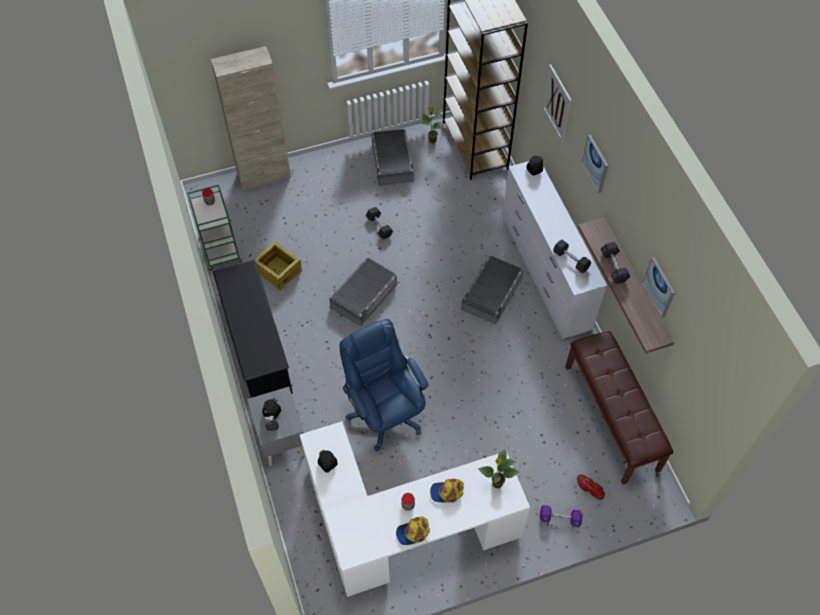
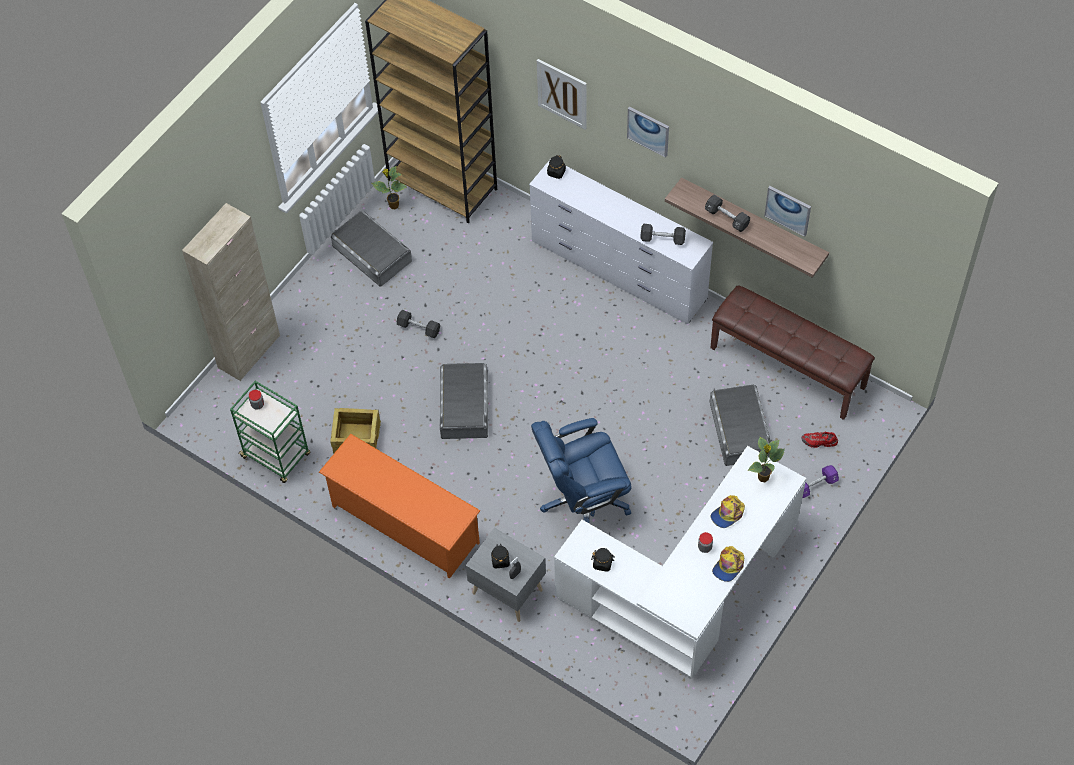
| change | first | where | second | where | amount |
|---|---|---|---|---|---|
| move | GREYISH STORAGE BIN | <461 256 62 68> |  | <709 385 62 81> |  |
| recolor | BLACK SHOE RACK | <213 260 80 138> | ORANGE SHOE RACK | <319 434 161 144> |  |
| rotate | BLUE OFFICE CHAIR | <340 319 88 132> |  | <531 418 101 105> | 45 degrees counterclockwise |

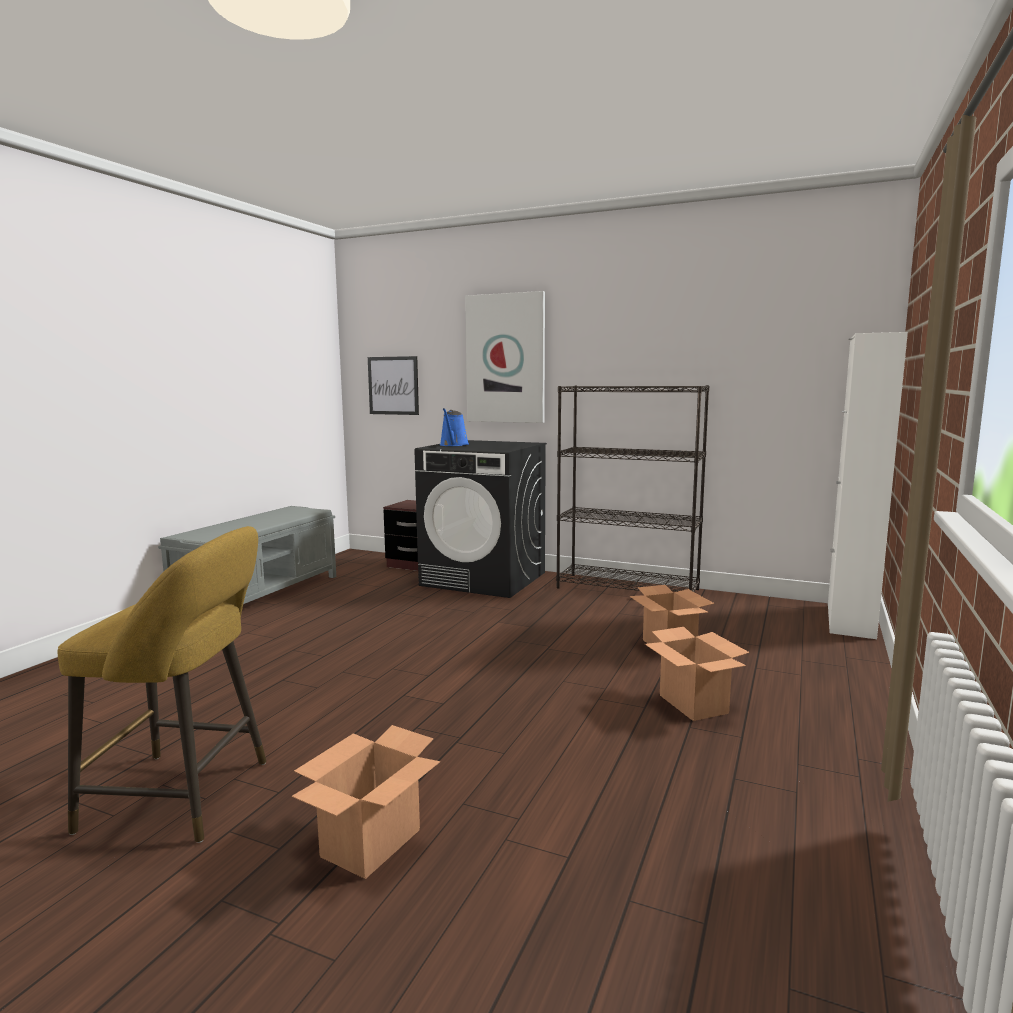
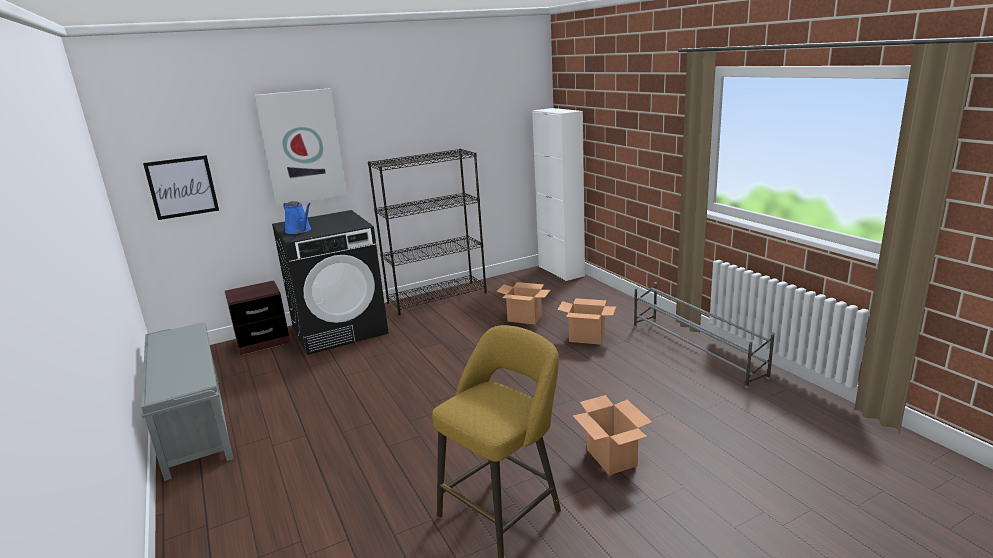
| change | first | where | second | where | amount |
|---|---|---|---|---|---|
| insert |  |  | GREYISH SHOE RACK | <634 282 141 106> |  |

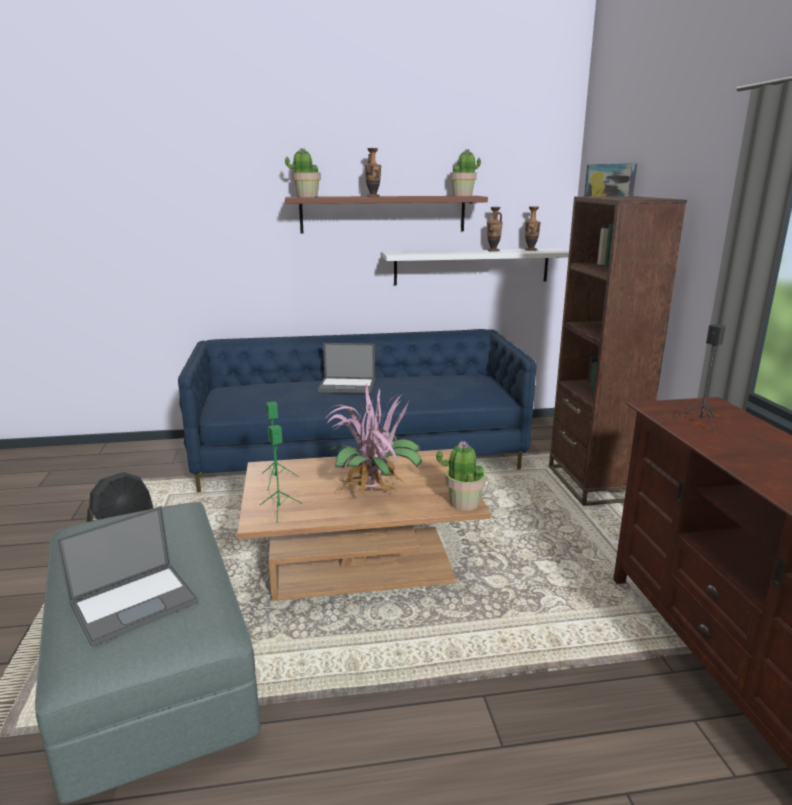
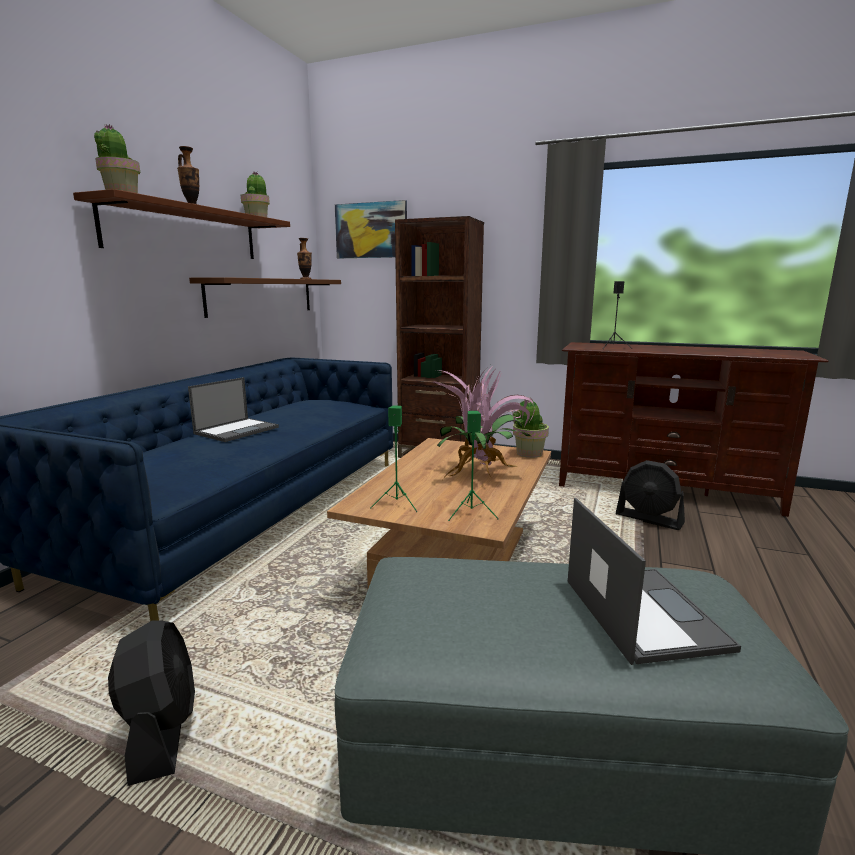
| change | first | where | second | where | amount |
|---|---|---|---|---|---|
| delete | VASE | <487 207 16 45> |  |  |  |
| recolor | WHITE-COLOURED SHELF | <381 248 188 37> | BROWN-COLOURED SHELF | <189 277 152 41> |  |
| insert |  |  | BLACK ELECTRIC FAN | <616 460 69 70> |  |

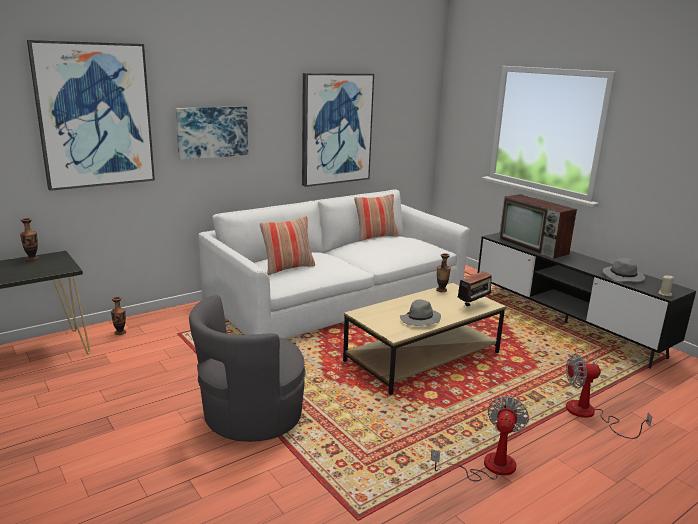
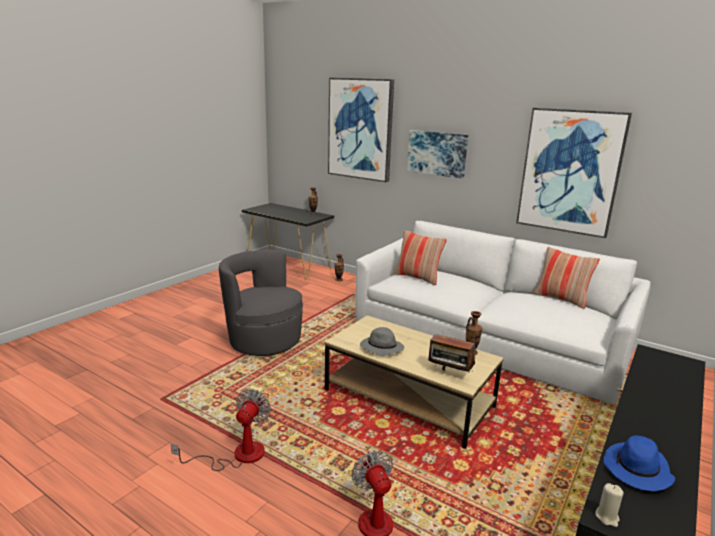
| change | first | where | second | where | amount |
|---|---|---|---|---|---|
| delete | TV SET | <499 194 78 65> |  |  |  |
| recolor | GREYISH CLOTHING HAT | <603 258 42 24> | BLUE CLOTHING HAT | <604 435 71 56> |  |
| rotate | ELECTRIC FAN | <431 396 98 85> |  | <171 389 100 82> | 75 degrees counterclockwise |

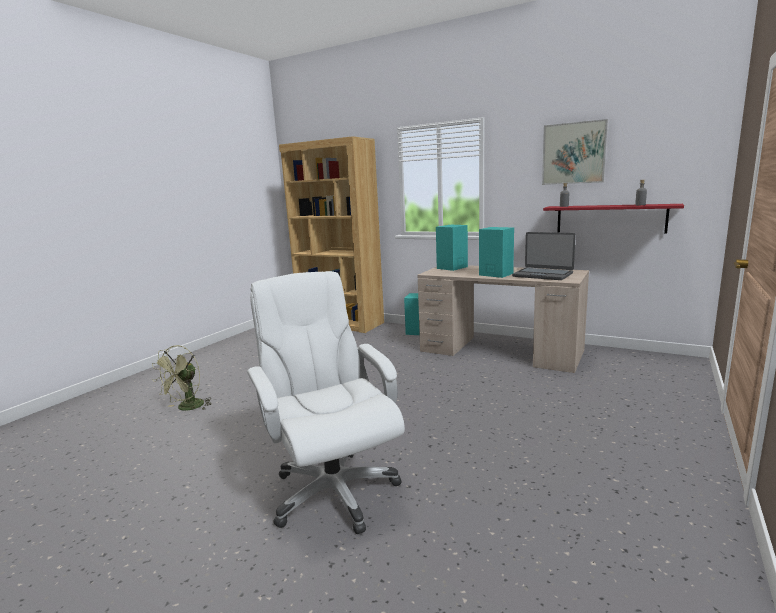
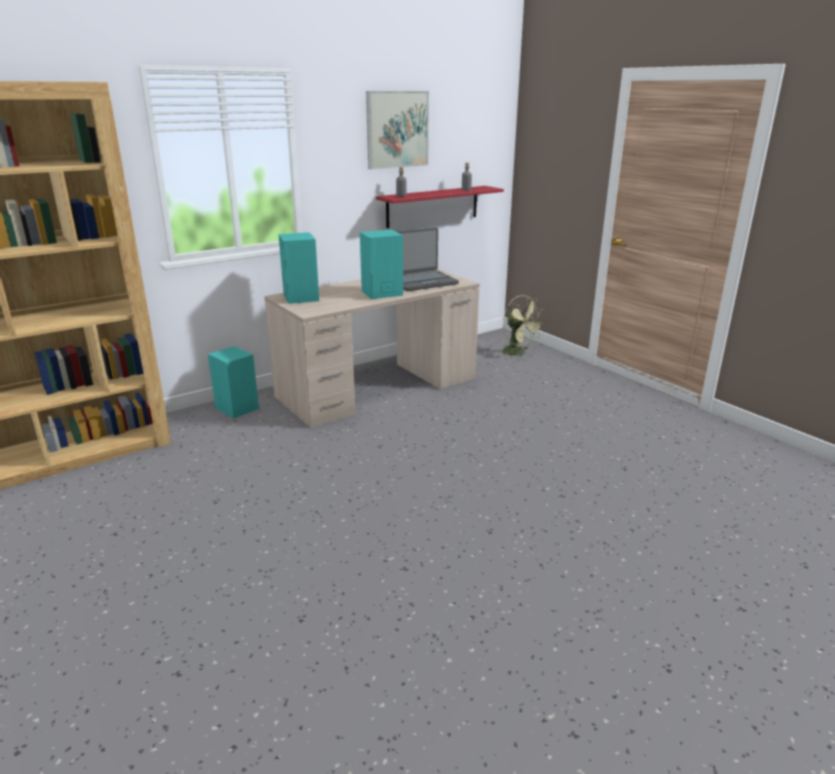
| change | first | where | second | where | amount |
|---|---|---|---|---|---|
| delete | WHITE-COLOURED OFFICE CHAIR | <247 271 158 263> |  |  |  |
| move | GREENISH ELECTRIC FAN | <152 345 60 66> |  | <503 295 41 63> |  |

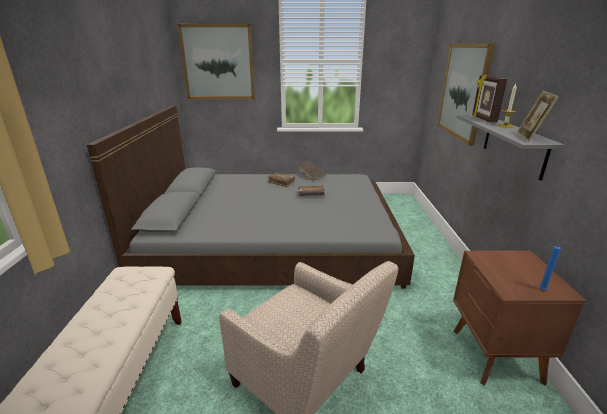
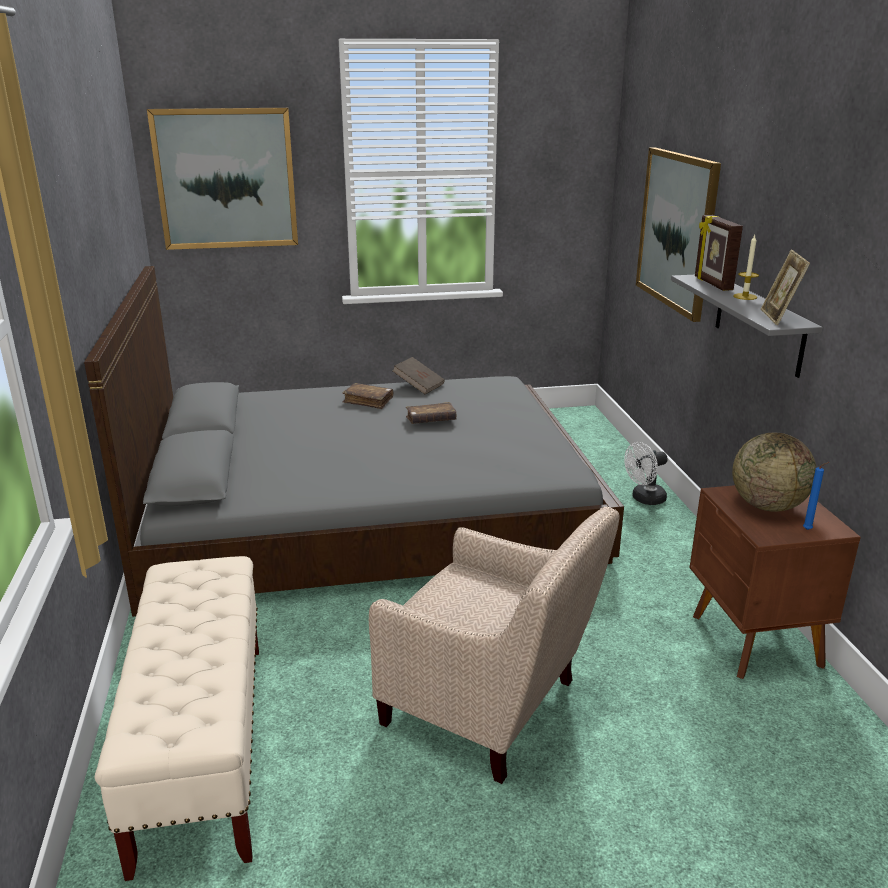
| change | first | where | second | where | amount |
|---|---|---|---|---|---|
| insert |  |  | DESK GLOBE | <732 433 85 79> |  |
| insert |  |  | WHITE-COLOURED ELECTRIC FAN | <624 442 44 63> |  |

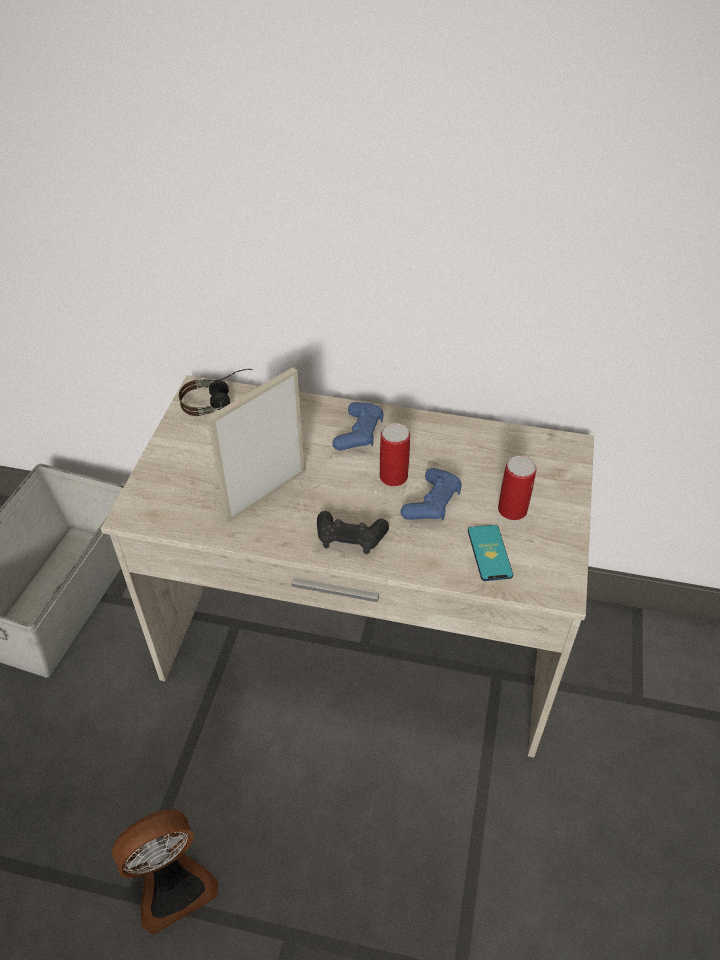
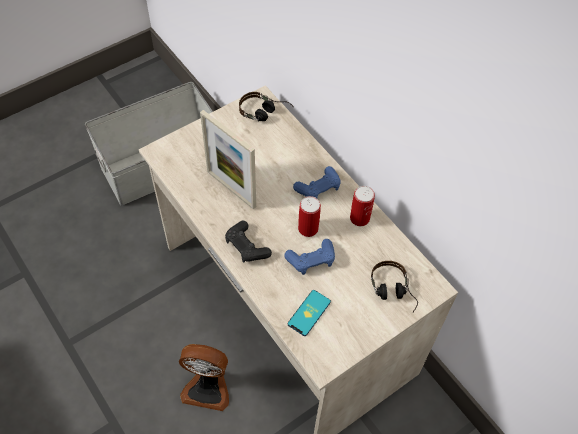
| change | first | where | second | where | amount |
|---|---|---|---|---|---|
| rotate | PICTURE FRAME | <207 367 97 155> |  | <200 110 56 99> | 135 degrees counterclockwise |
| move | CAN | <498 456 39 64> |  | <350 186 25 40> |  |
| move | ELECTRIC FAN | <112 810 107 125> |  | <179 344 50 67> |  |
| insert |  |  | HEADPHONES | <371 261 47 52> |  |

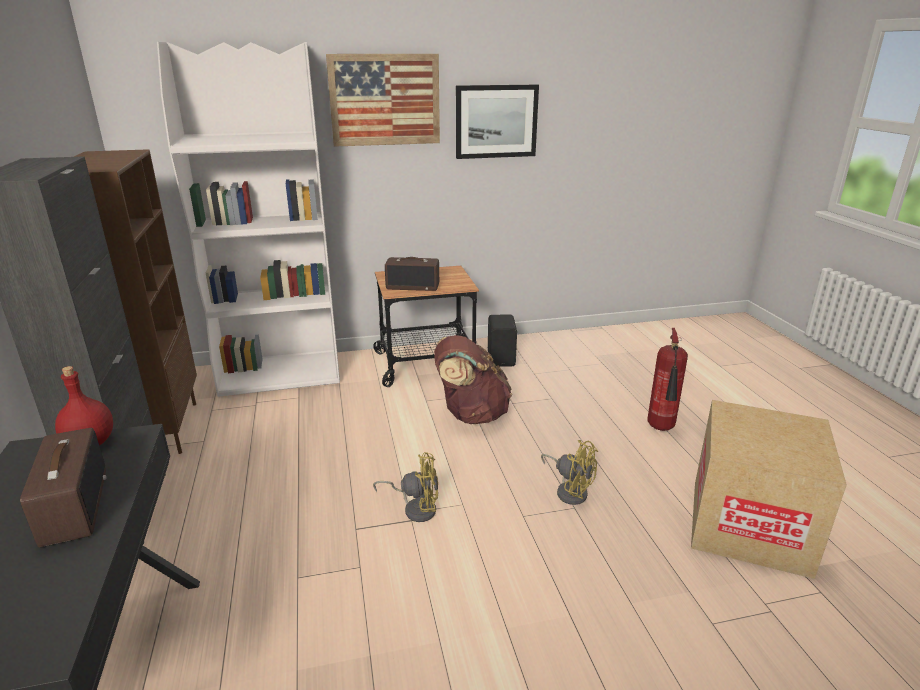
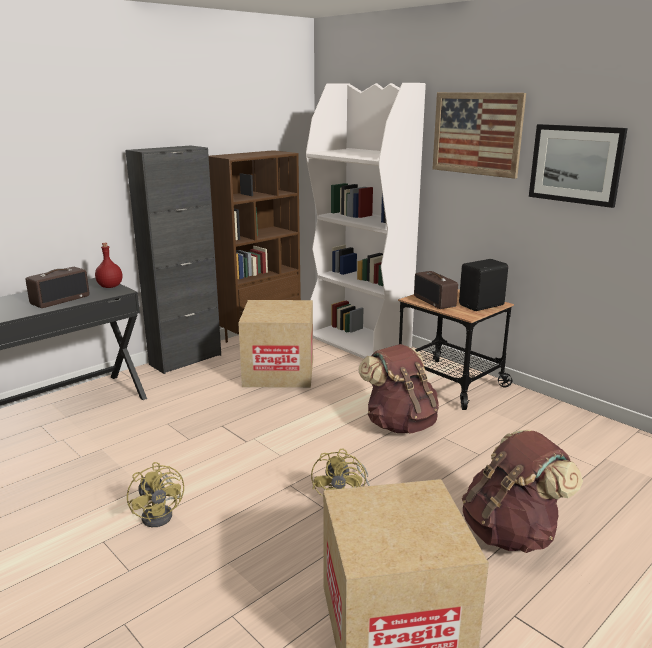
| change | first | where | second | where | amount |
|---|---|---|---|---|---|
| move | BLACK SPEAKER | <488 315 29 52> |  | <459 259 49 52> |  |
| replace | FIRE-FIGHTING CYLINDER | <647 328 41 103> | BROWN-COLOURED BACKPACK | <462 430 121 123> |  |
| move | YELLOWISH ELECTRIC FAN | <373 452 65 70> |  | <127 462 57 65> |  |
| insert |  |  | CARDBOARD BOX | <238 300 75 88> |  |

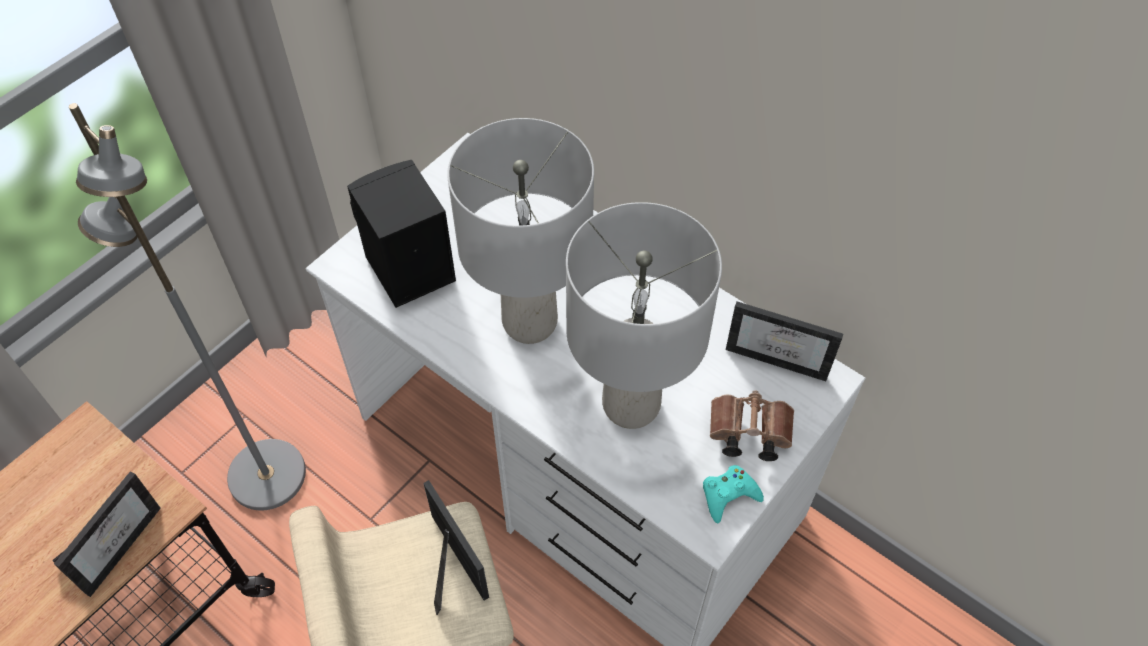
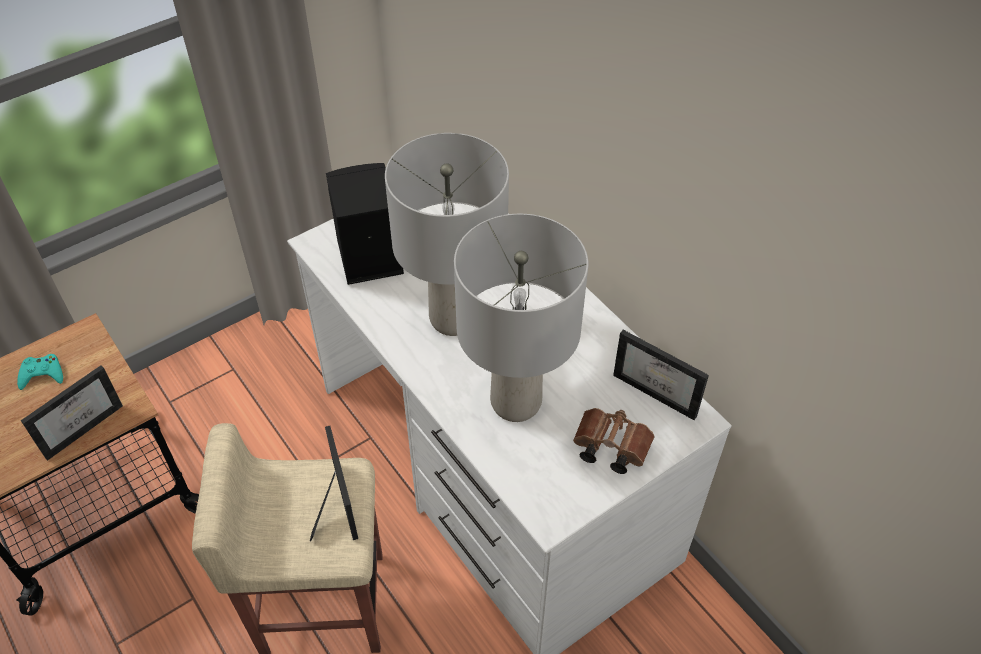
| change | first | where | second | where | amount |
|---|---|---|---|---|---|
| delete | GREYISH STANDING LAMP | <69 103 237 407> |  |  |  |
| move | TURQUOISE-COLOURED GAMEPAD | <703 465 61 58> |  | <17 354 46 36> |  |

